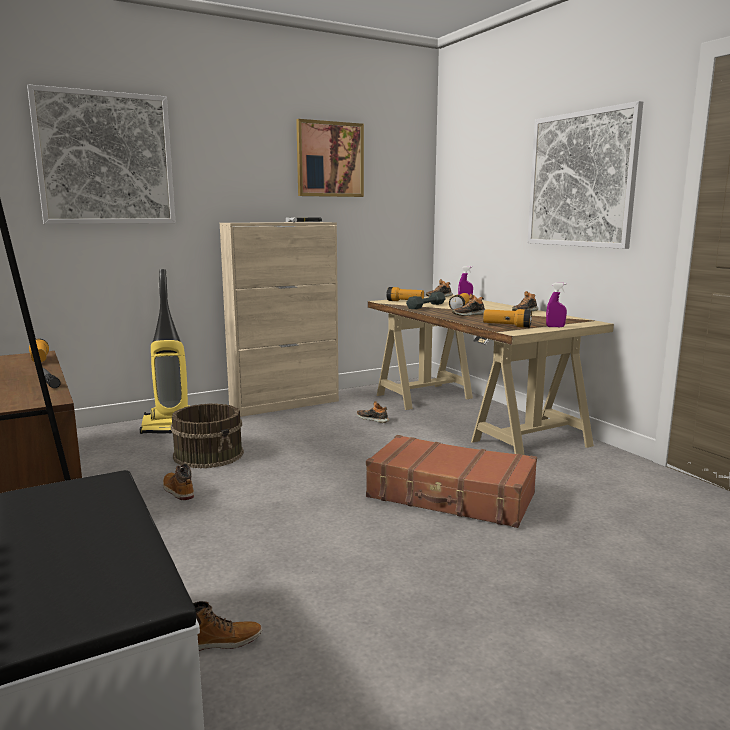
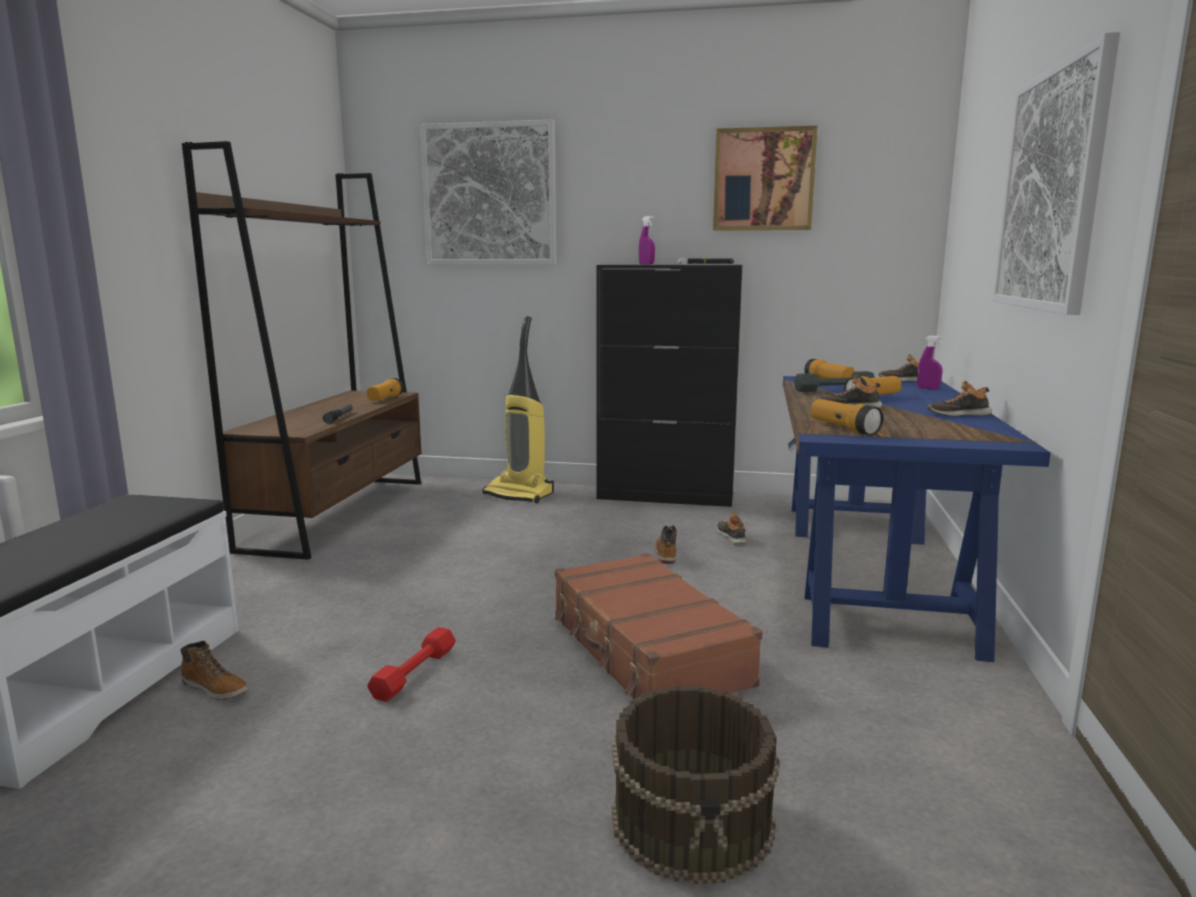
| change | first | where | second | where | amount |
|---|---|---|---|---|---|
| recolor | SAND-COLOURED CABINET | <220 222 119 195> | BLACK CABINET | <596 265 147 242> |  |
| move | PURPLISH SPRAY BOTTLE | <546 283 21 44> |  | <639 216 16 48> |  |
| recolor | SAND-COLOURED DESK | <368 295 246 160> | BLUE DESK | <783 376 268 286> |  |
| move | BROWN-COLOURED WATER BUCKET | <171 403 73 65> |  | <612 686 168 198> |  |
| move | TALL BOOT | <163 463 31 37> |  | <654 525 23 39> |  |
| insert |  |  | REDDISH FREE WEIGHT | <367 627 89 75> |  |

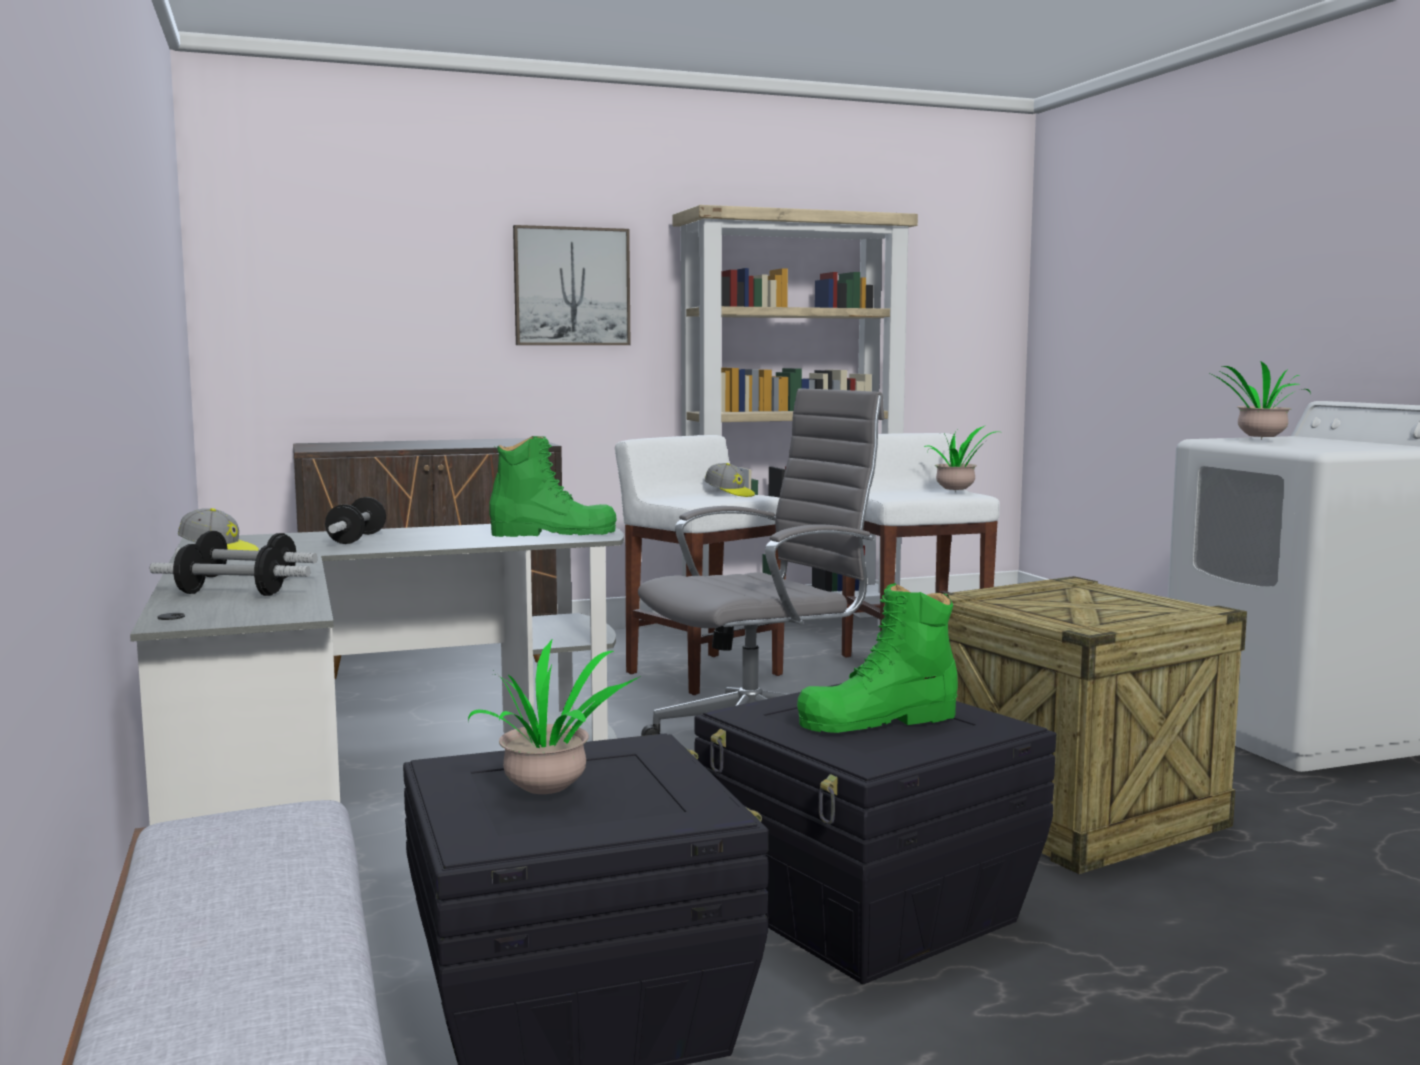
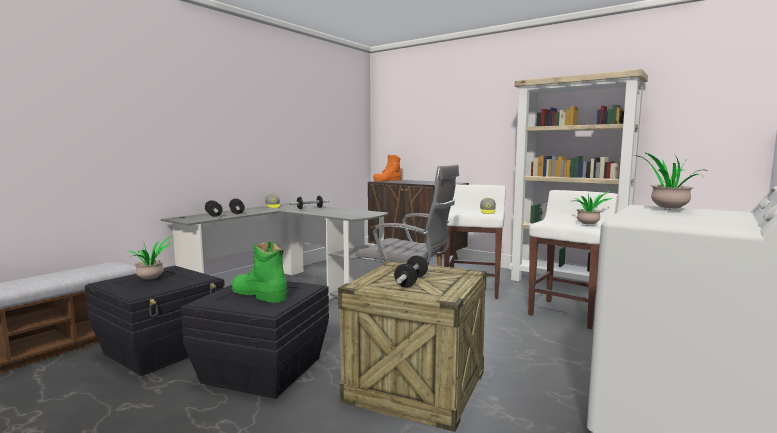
| change | first | where | second | where | amount |
|---|---|---|---|---|---|
| delete | WALL PICTURE | <513 225 117 120> |  |  |  |
| delete | GREENISH TALL BOOT | <489 436 128 101> |  |  |  |
| insert |  |  | ORANGE TALL BOOT | <373 155 28 26> |  |
| insert |  |  | FREE WEIGHT | <394 255 34 33> |  |

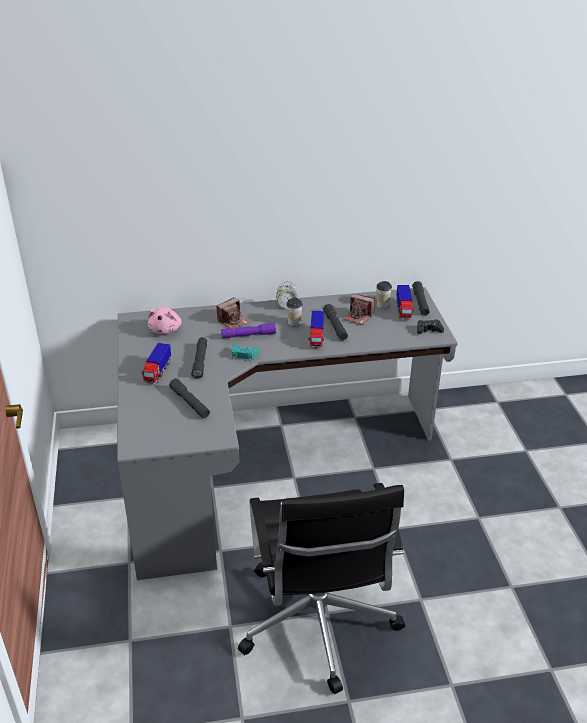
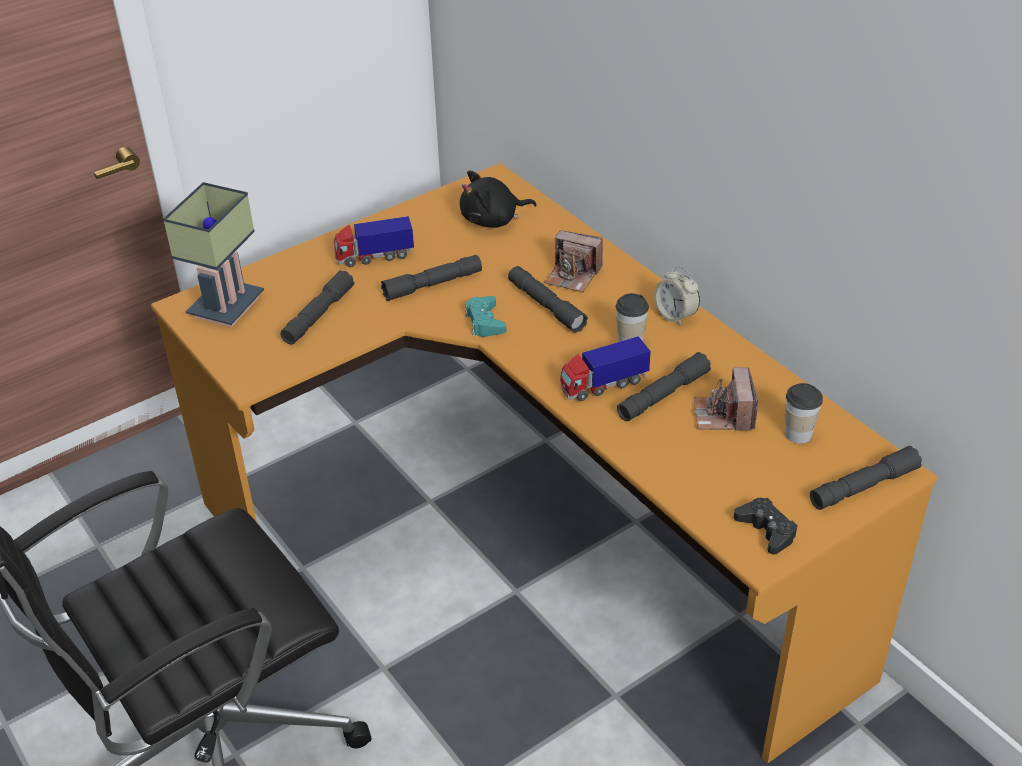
| change | first | where | second | where | amount |
|---|---|---|---|---|---|
| delete | MODEL TRUCK | <396 285 18 35> |  |  |  |
| recolor | GREYISH DESK | <117 287 341 293> | ORANGE DESK | <151 163 786 601> |  |
| recolor | PINK-COLOURED PLUSH TOY | <148 307 34 27> | BLACK PLUSH TOY | <460 171 77 57> |  |
| recolor | PURPLISH TORCH | <221 323 55 15> | GREYISH TORCH | <508 266 80 67> |  |
| insert |  |  | TABLE LAMP | <163 182 101 145> |  |

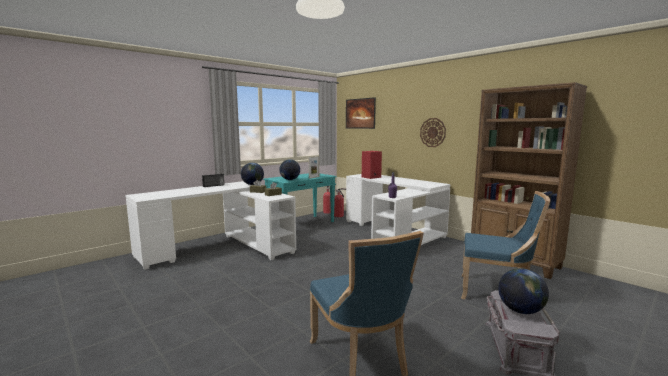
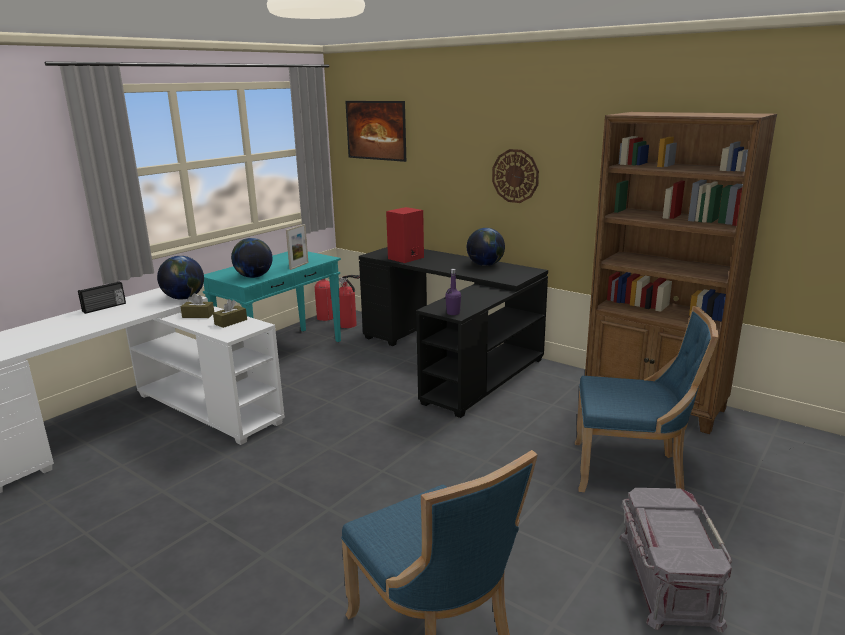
| change | first | where | second | where | amount |
|---|---|---|---|---|---|
| recolor | WHITE-COLOURED DESK | <346 174 105 71> | BLACK DESK | <359 247 189 171> |  |
| move | DESK GLOBE | <498 268 51 46> |  | <467 228 38 38> |  |

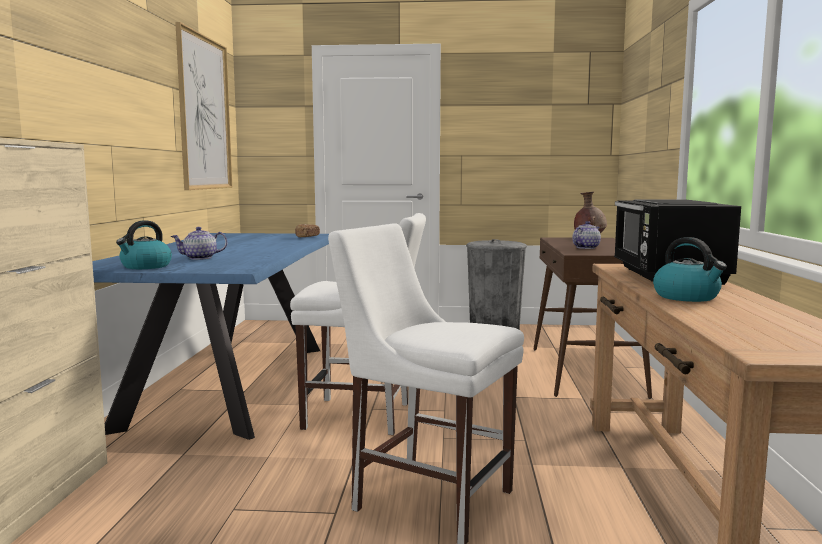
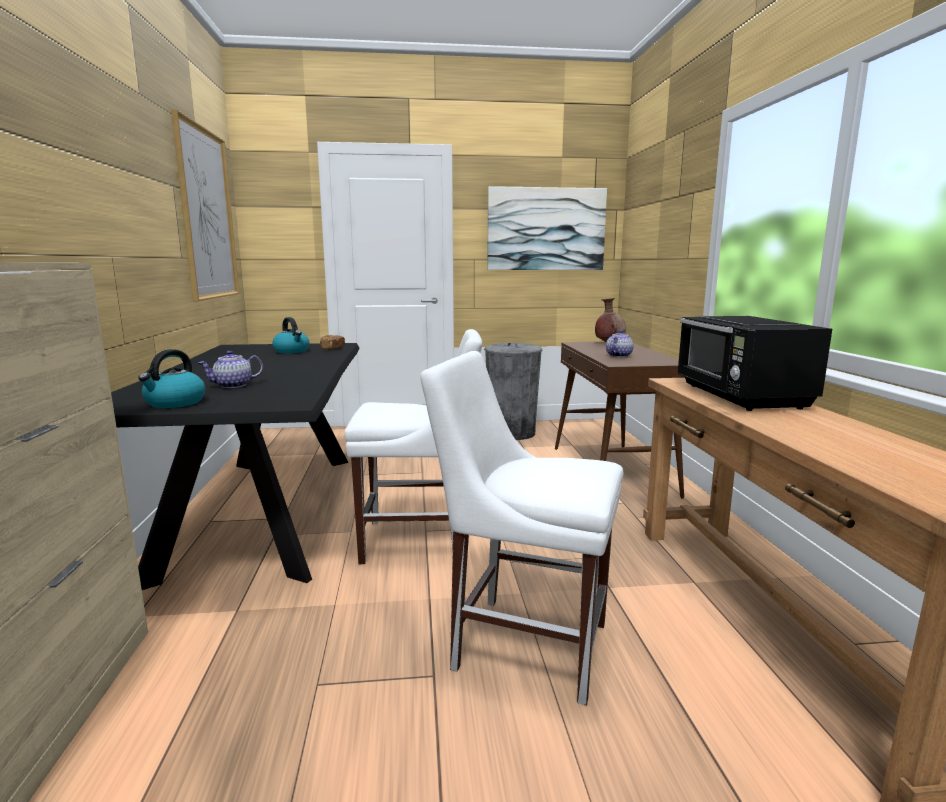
| change | first | where | second | where | amount |
|---|---|---|---|---|---|
| recolor | BLUE DINNER TABLE | <92 233 237 207> | BLACK DINNER TABLE | <111 343 249 247> |  |
| move | TEA KETTLE | <653 237 74 65> |  | <272 317 37 36> |  |
| insert |  |  | WALL PICTURE | <487 186 120 84> |  |

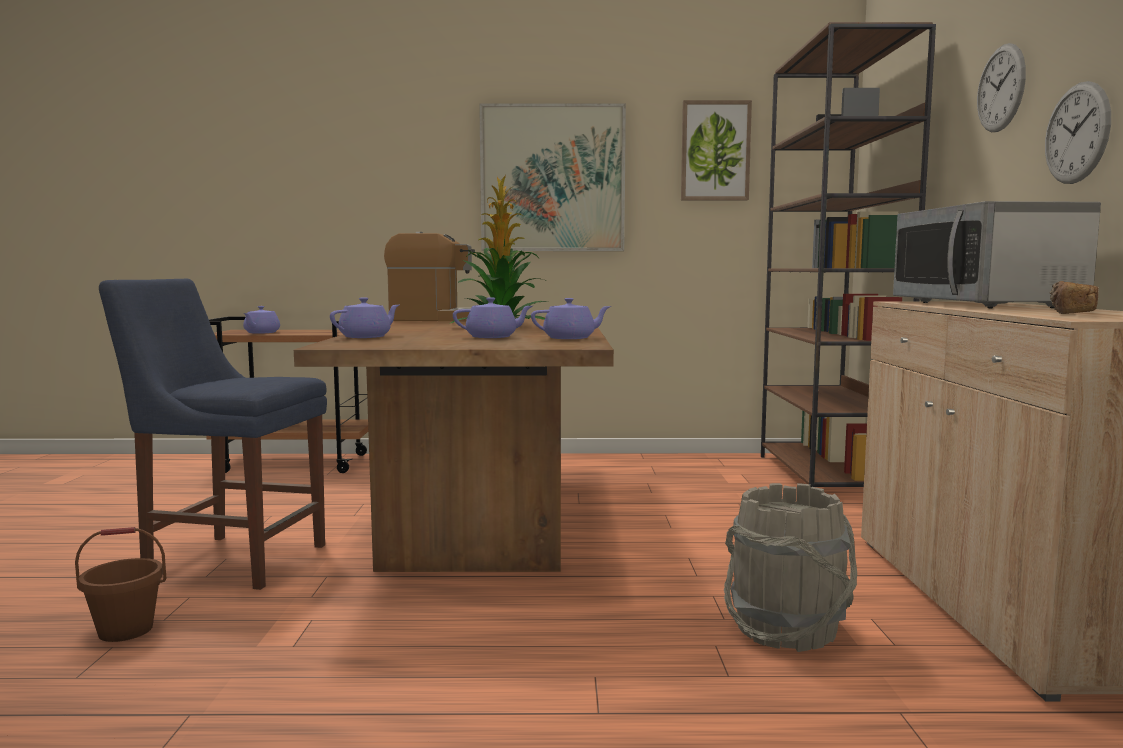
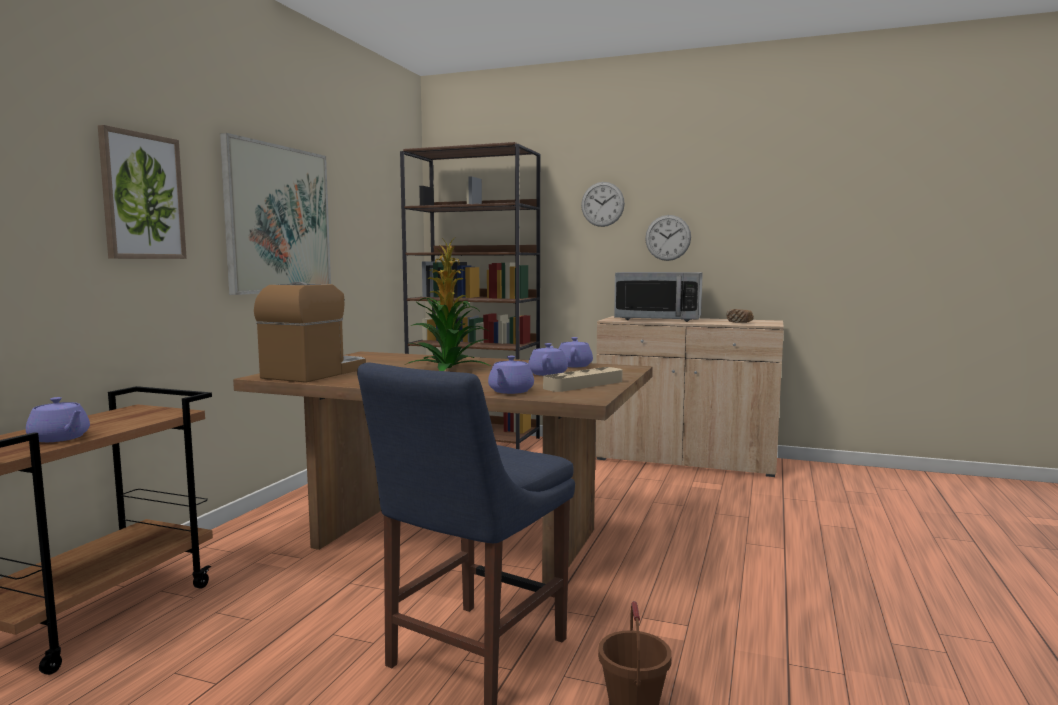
| change | first | where | second | where | amount |
|---|---|---|---|---|---|
| move | WALL PICTURE | <681 100 71 100> |  | <98 125 89 134> |  |
| rotate | PURPLISH POT FOR TEA | <330 297 69 41> |  | <488 355 46 39> | 135 degrees counterclockwise |
| delete | GREYISH WATER BUCKET | <724 483 133 169> |  |  |  |
| insert |  |  | SAND-COLOURED SERVING TRAY | <543 367 79 25> |  |

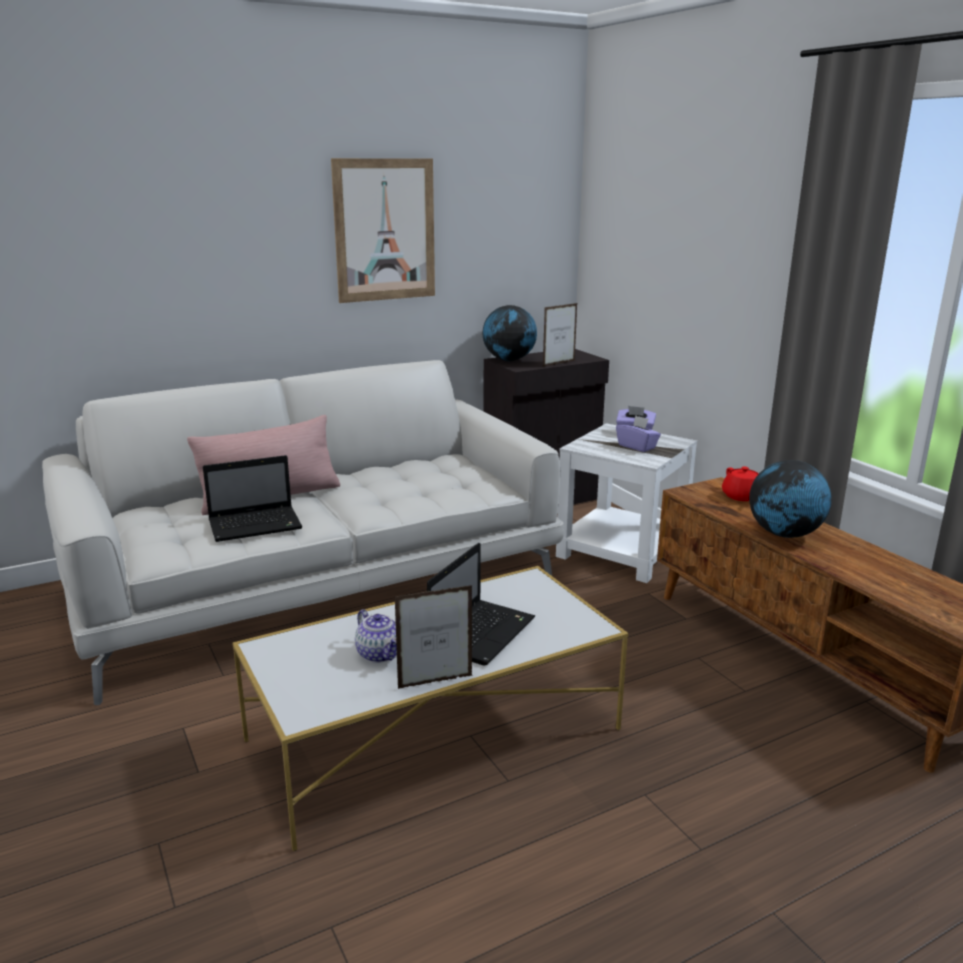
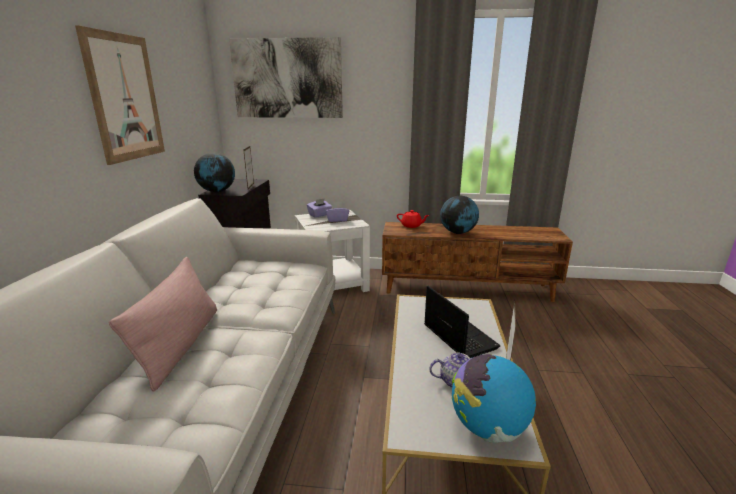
| change | first | where | second | where | amount |
|---|---|---|---|---|---|
| delete | NOTEBOOK COMPUTER | <203 455 99 87> |  |  |  |
| insert |  |  | WALL PICTURE | <229 37 114 81> |  |
| insert |  |  | DESK GLOBE | <452 354 84 89> |  |

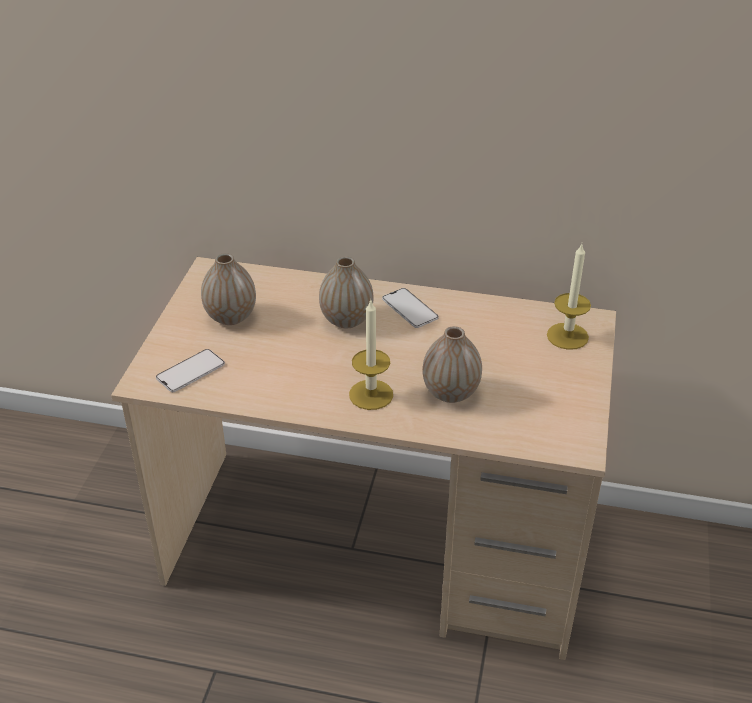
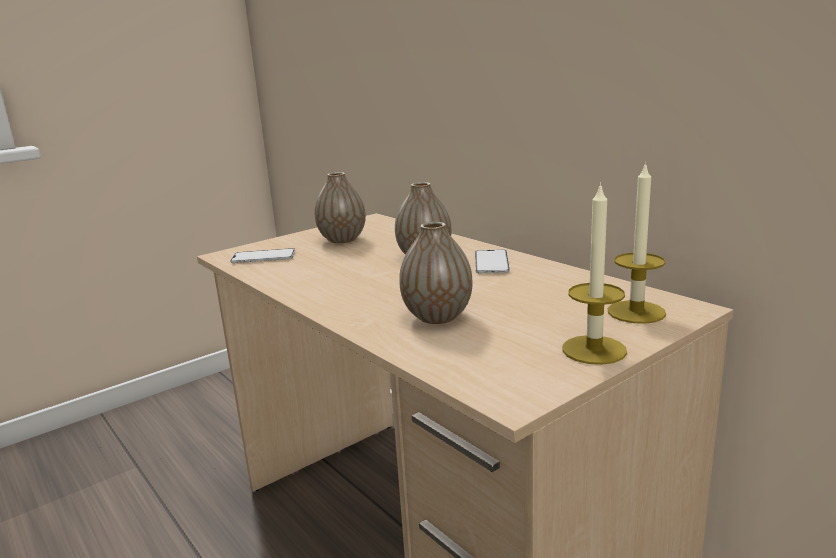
| change | first | where | second | where | amount |
|---|---|---|---|---|---|
| move | WAX CANDLE | <349 299 44 111> |  | <562 182 65 183> |  |

